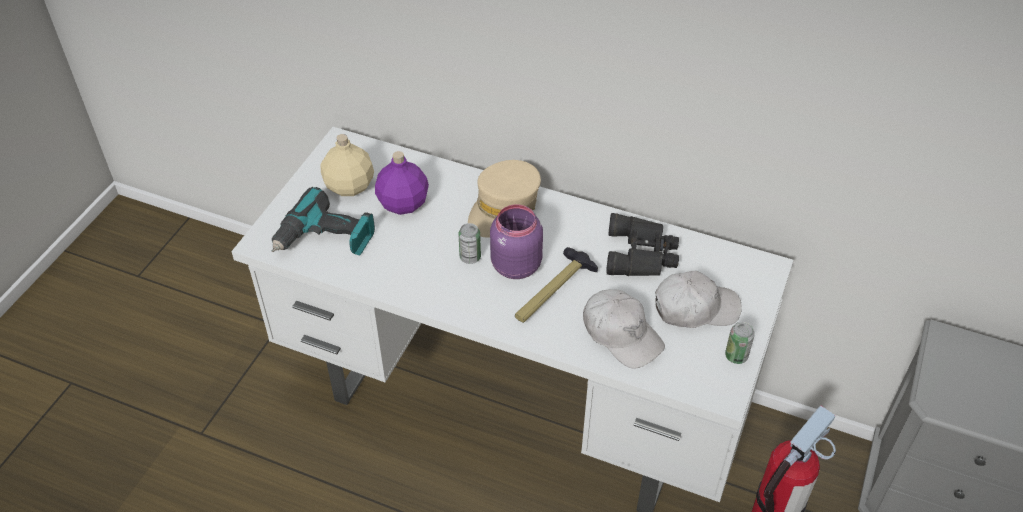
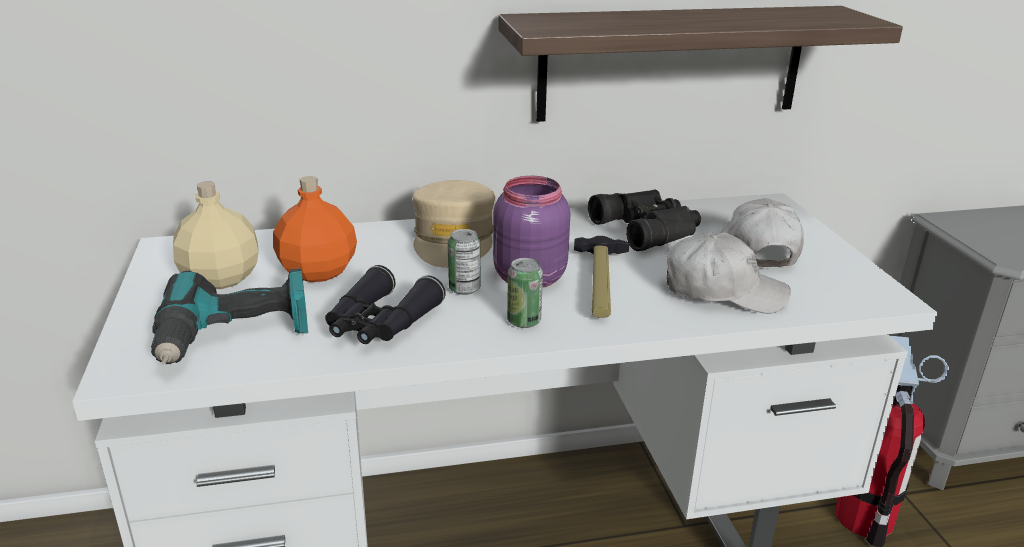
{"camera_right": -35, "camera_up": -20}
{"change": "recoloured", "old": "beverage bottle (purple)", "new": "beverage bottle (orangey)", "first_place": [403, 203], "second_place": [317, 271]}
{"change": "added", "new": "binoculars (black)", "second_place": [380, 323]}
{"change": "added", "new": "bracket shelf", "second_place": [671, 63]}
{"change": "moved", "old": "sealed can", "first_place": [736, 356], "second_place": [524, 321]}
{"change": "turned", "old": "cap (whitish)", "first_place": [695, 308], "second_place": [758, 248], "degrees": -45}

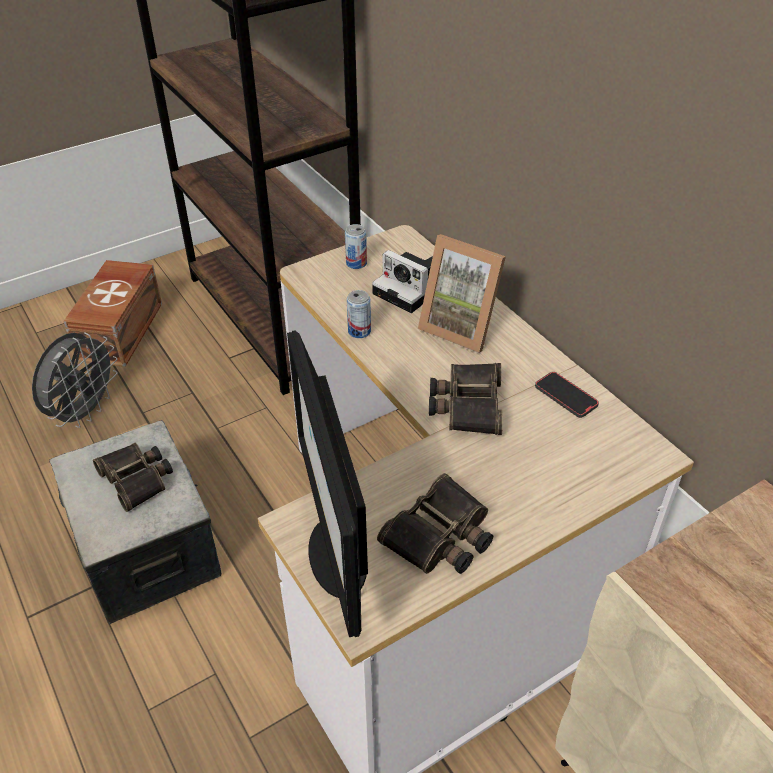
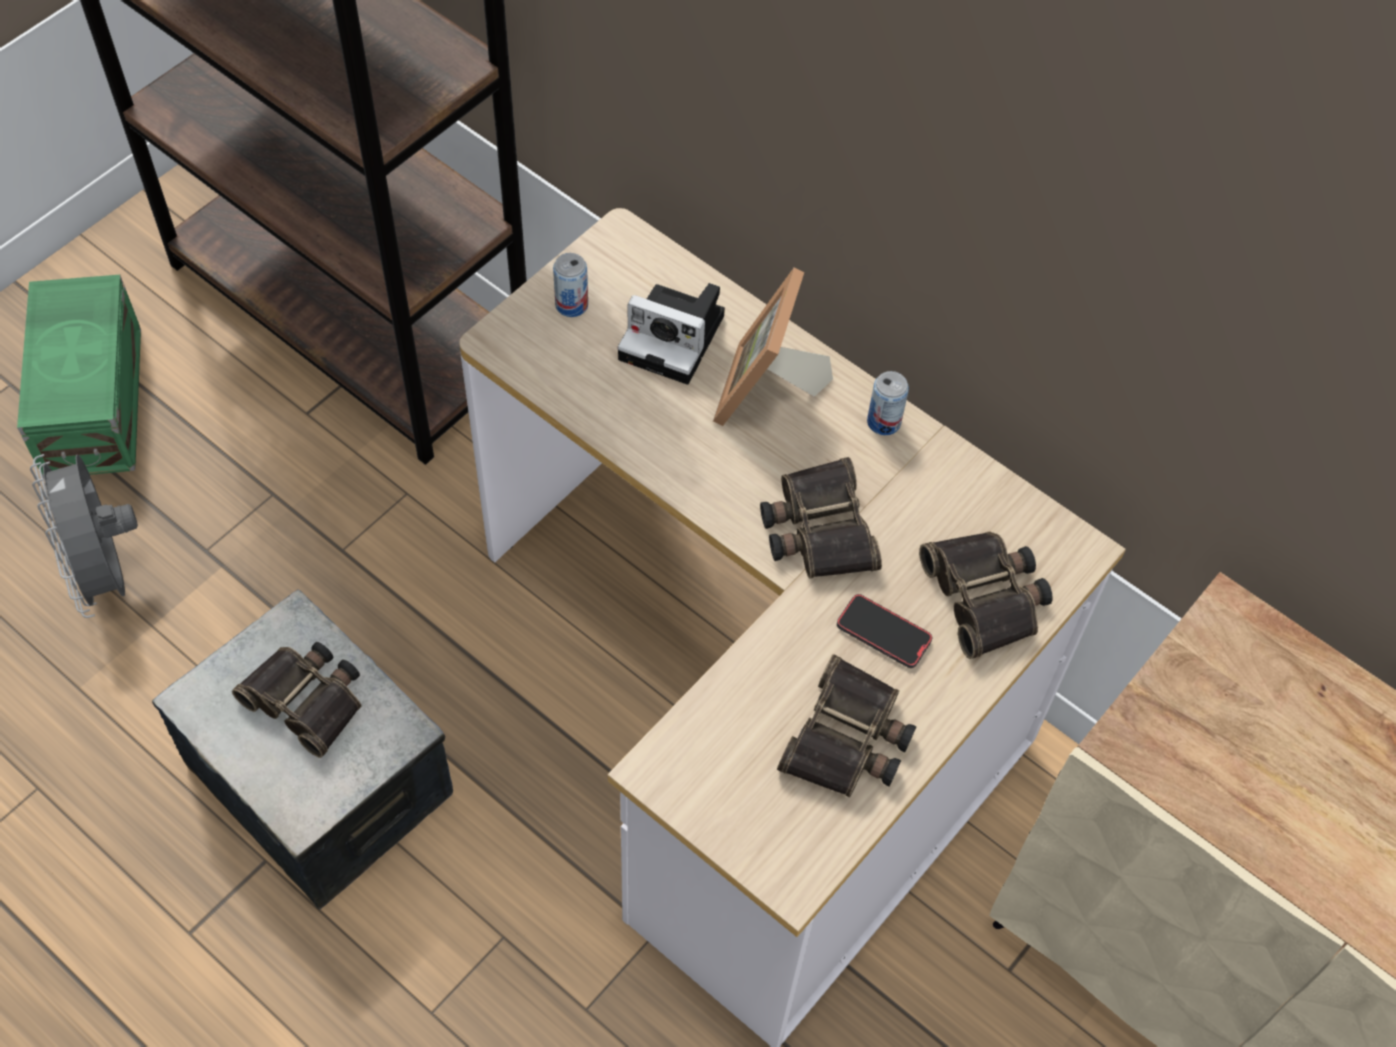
{"camera_right": -20, "camera_up": 15}
{"change": "recoloured", "old": "storage container (brown)", "new": "storage container (green)", "first_place": [123, 330], "second_place": [96, 399]}
{"change": "turned", "old": "fan (greyish)", "first_place": [84, 412], "second_place": [107, 572], "degrees": 150}
{"change": "turned", "old": "picture frame", "first_place": [461, 326], "second_place": [767, 393], "degrees": 90}
{"change": "moved", "old": "phone", "first_place": [565, 396], "second_place": [883, 633]}
{"change": "moved", "old": "sealed can", "first_place": [359, 331], "second_place": [883, 422]}
{"change": "added", "new": "binoculars", "second_place": [987, 597]}
{"change": "removed", "old": "monitor", "first_place": [336, 556]}

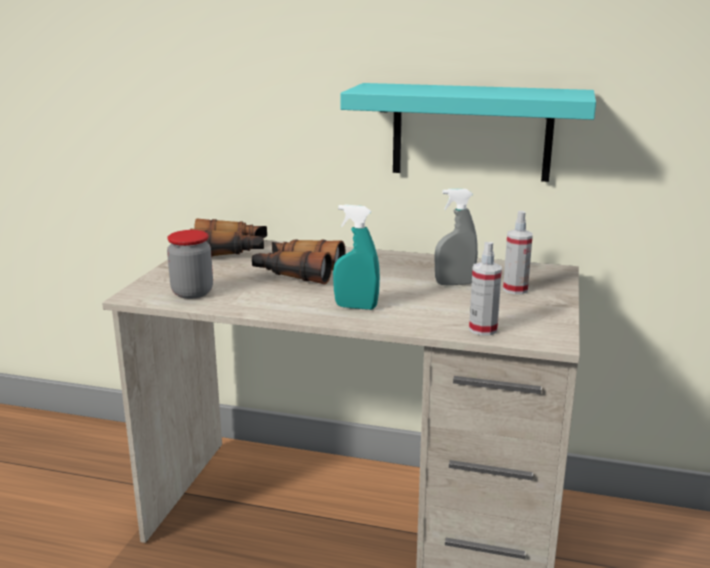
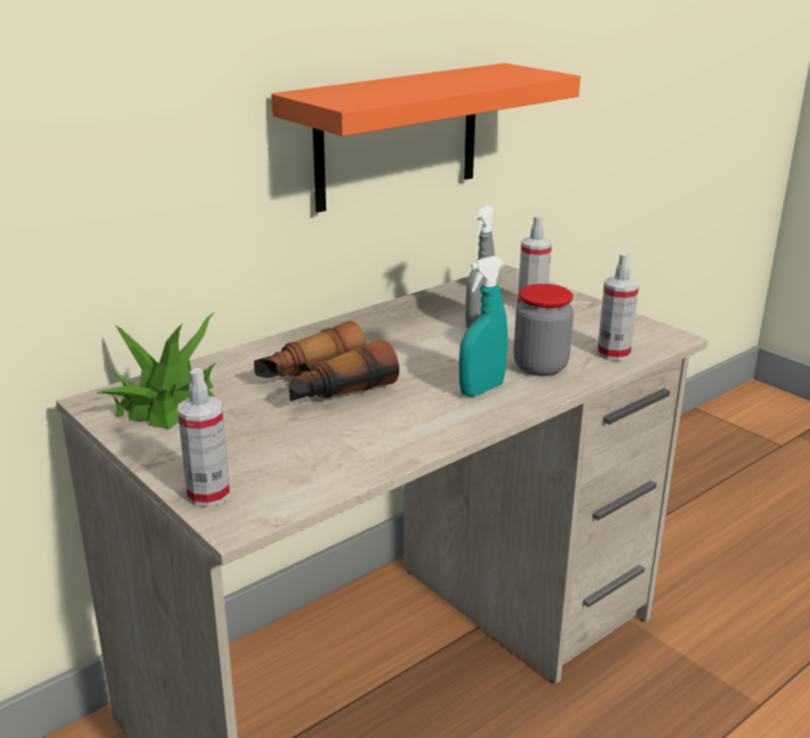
{"camera_right": -55, "camera_up": 5}
{"change": "replaced", "old": "binoculars", "new": "plant in a pot", "first_place": [230, 251], "second_place": [168, 402]}
{"change": "added", "new": "spray bottle", "second_place": [208, 495]}
{"change": "recoloured", "old": "bracket shelf (turquoise)", "new": "bracket shelf (orangey)", "first_place": [471, 132], "second_place": [397, 136]}
{"change": "moved", "old": "jar", "first_place": [192, 293], "second_place": [540, 367]}

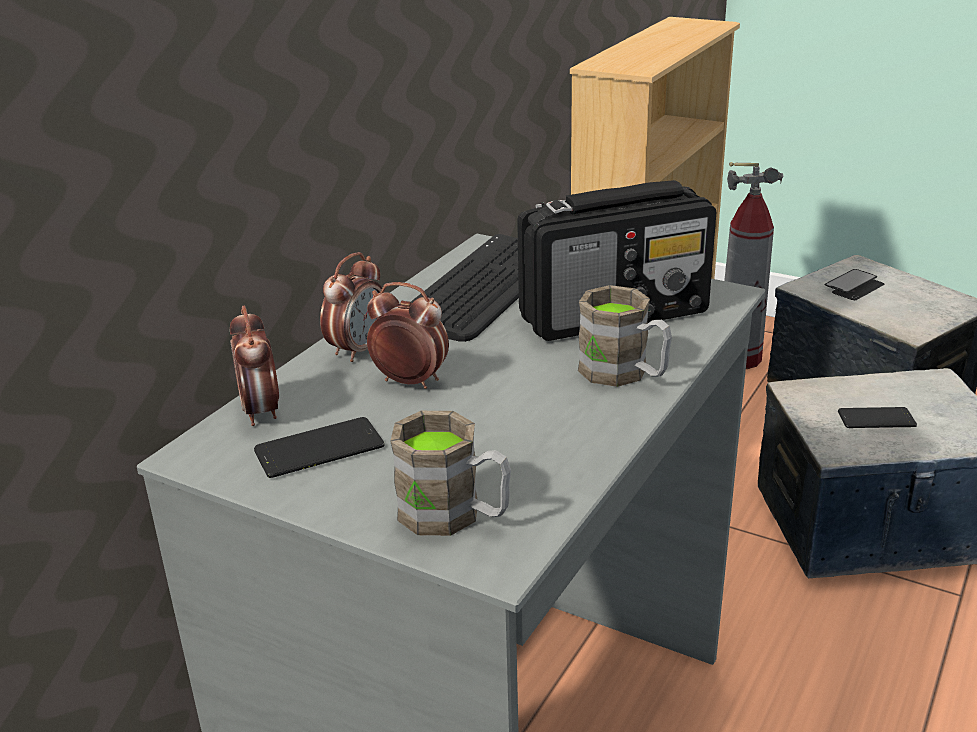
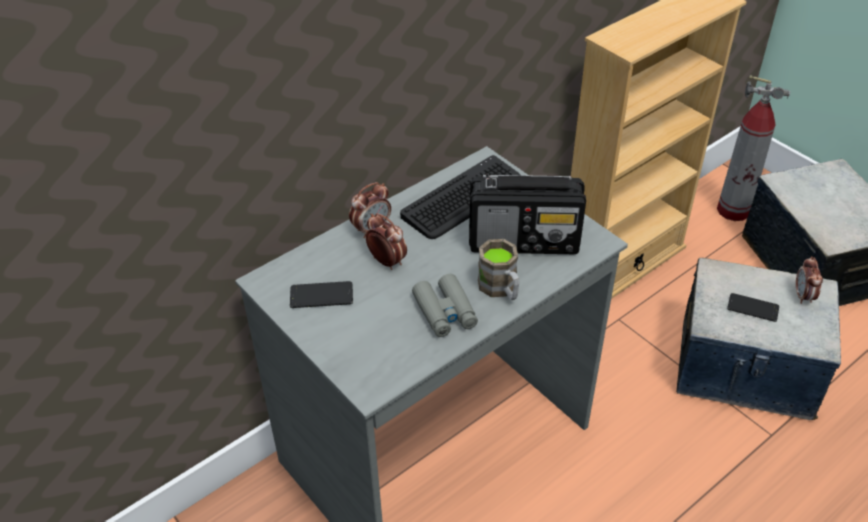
{"camera_right": 20, "camera_up": 15}
{"change": "added", "new": "binoculars (greyish)", "second_place": [445, 312]}
{"change": "moved", "old": "alarm clock", "first_place": [261, 412], "second_place": [803, 296]}
{"change": "removed", "old": "tea mug (brown)", "first_place": [455, 515]}
{"change": "removed", "old": "phone", "first_place": [854, 286]}

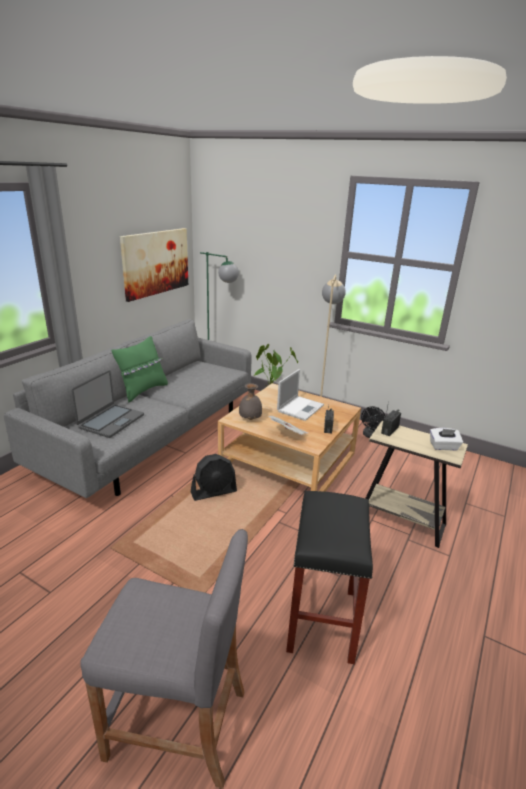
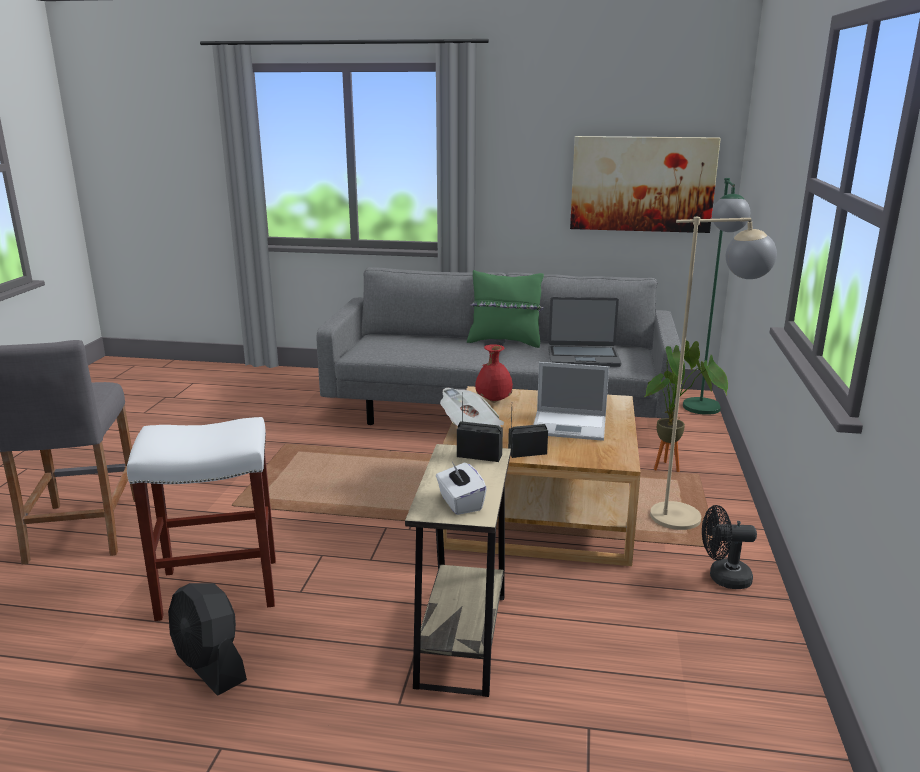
{"camera_right": 70, "camera_up": -5}
{"change": "recoloured", "old": "stool (black)", "new": "stool (whitish)", "first_place": [321, 618], "second_place": [220, 587]}
{"change": "moved", "old": "fan (black)", "first_place": [214, 492], "second_place": [210, 666]}
{"change": "recoloured", "old": "vase (greyish)", "new": "vase (red-coloured)", "first_place": [249, 418], "second_place": [493, 401]}
{"change": "moved", "old": "notebook computer", "first_place": [111, 421], "second_place": [583, 357]}

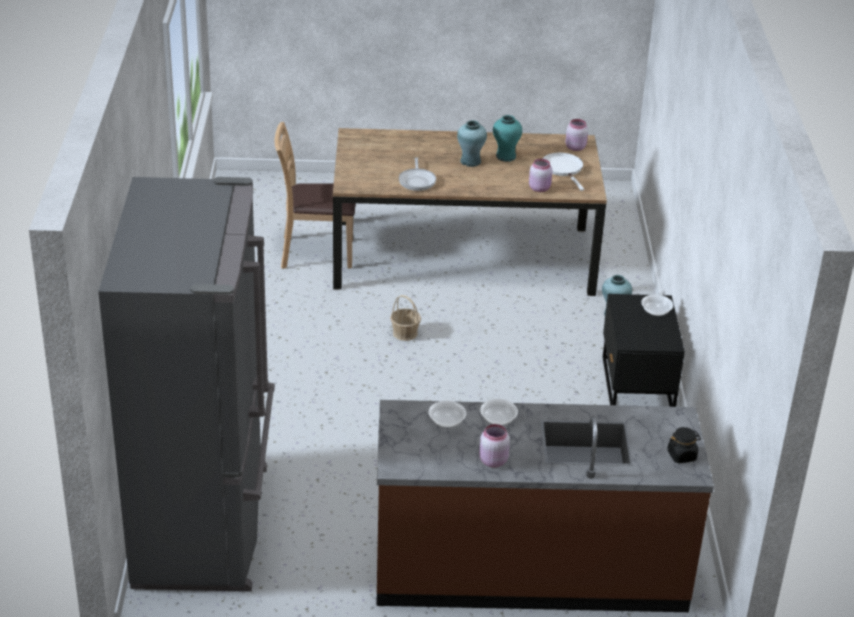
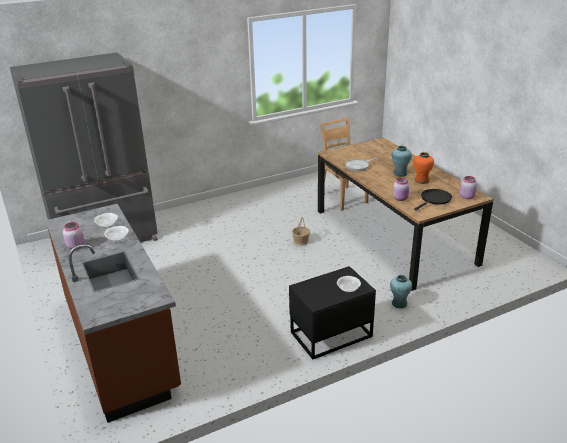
{"camera_right": 65, "camera_up": -5}
{"change": "recoloured", "old": "vase (turquoise)", "new": "vase (orangey)", "first_place": [505, 156], "second_place": [421, 181]}
{"change": "recoloured", "old": "pan (whitish)", "new": "pan (black)", "first_place": [563, 169], "second_place": [434, 199]}
{"change": "removed", "old": "jar (black)", "first_place": [682, 456]}

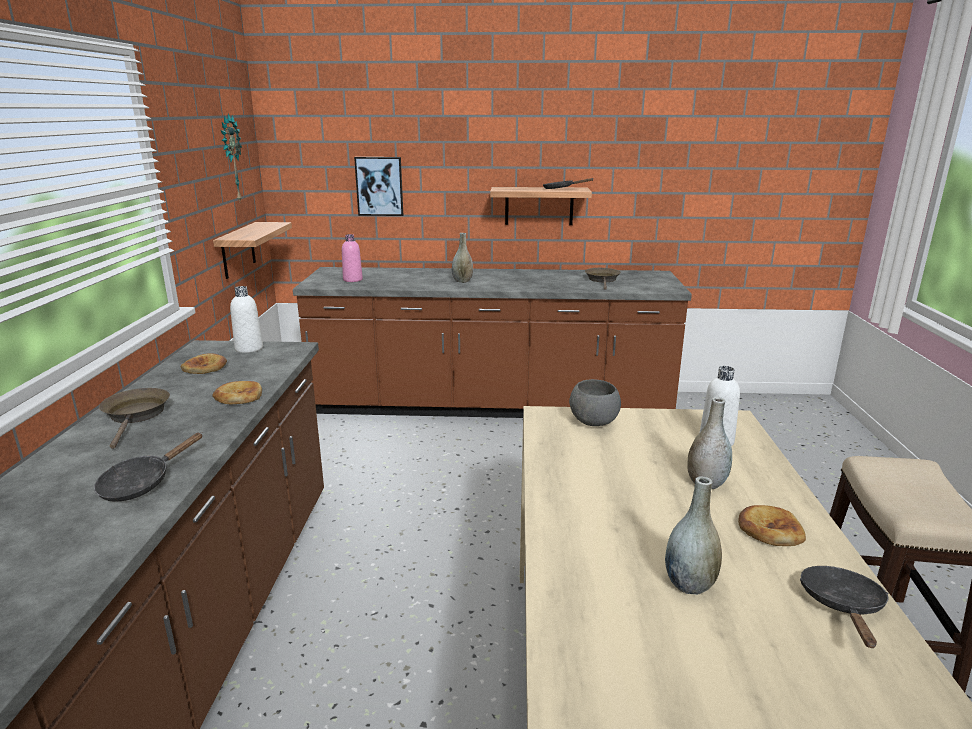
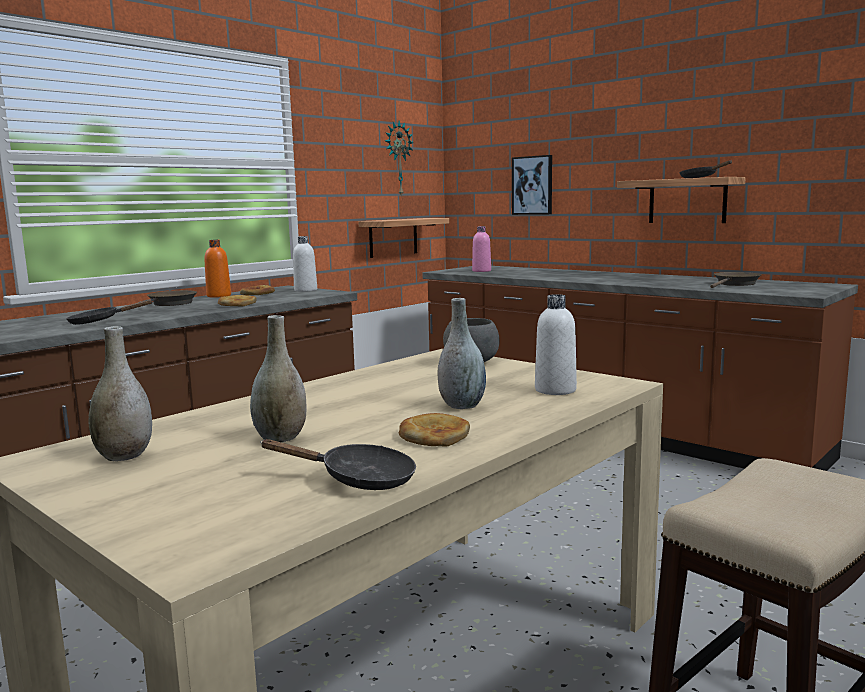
{"camera_right": 40, "camera_up": -10}
{"change": "moved", "old": "vase (greyish)", "first_place": [462, 281], "second_place": [124, 456]}
{"change": "added", "new": "beverage bottle (orangey)", "second_place": [219, 296]}
{"change": "turned", "old": "pan (black)", "first_place": [842, 606], "second_place": [358, 479], "degrees": 45}

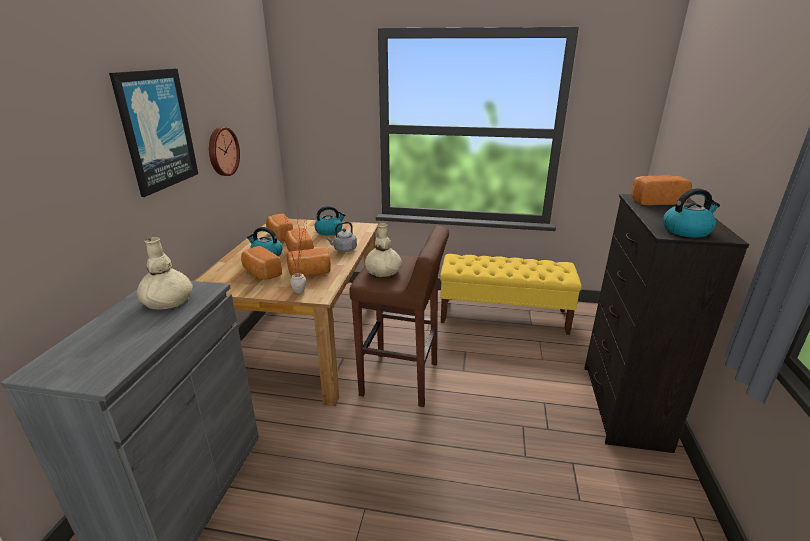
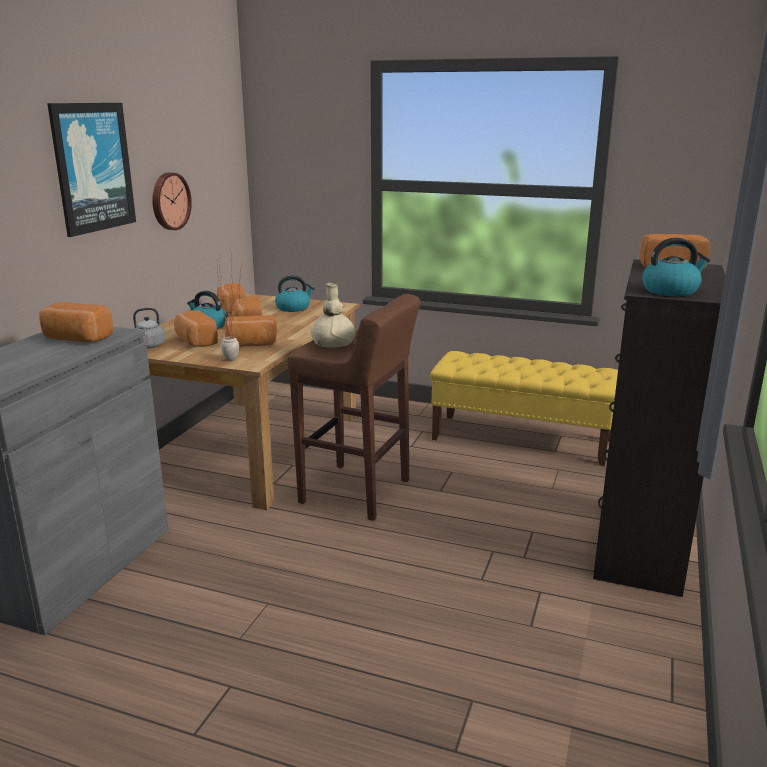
{"camera_right": 10, "camera_up": -5}
{"change": "replaced", "old": "vase (beige-coloured)", "new": "bakery bread", "first_place": [168, 301], "second_place": [76, 339]}
{"change": "moved", "old": "water kettle (greyish)", "first_place": [344, 249], "second_place": [147, 346]}

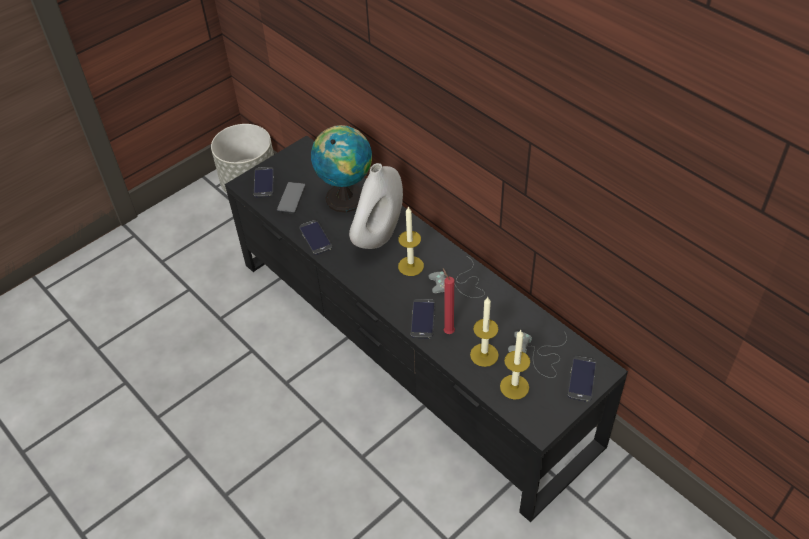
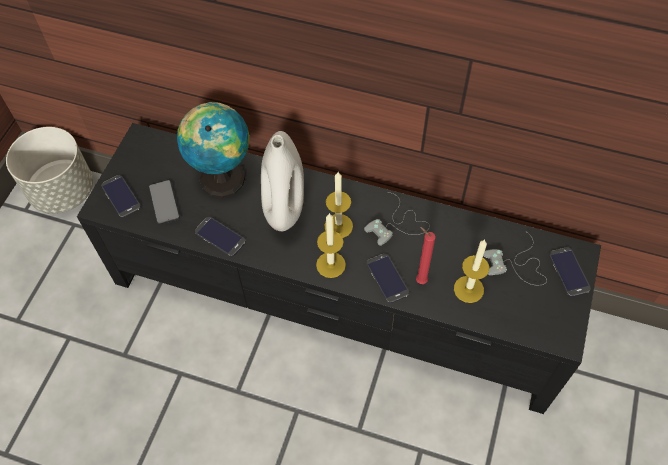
{"camera_right": -30, "camera_up": 10}
{"change": "moved", "old": "candle", "first_place": [514, 387], "second_place": [330, 264]}

